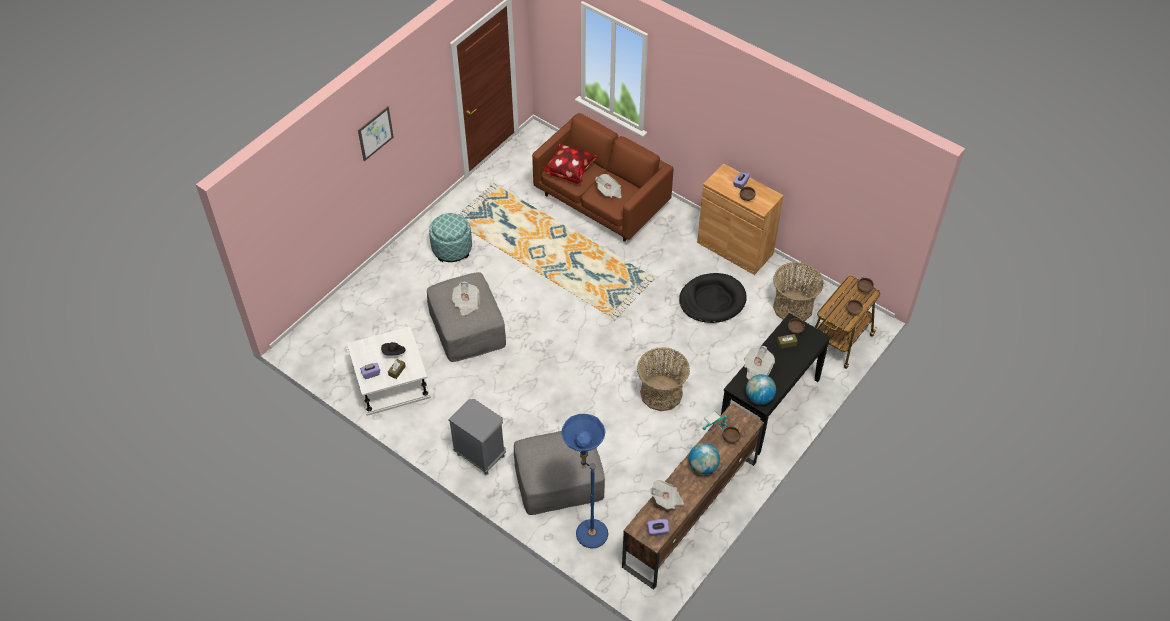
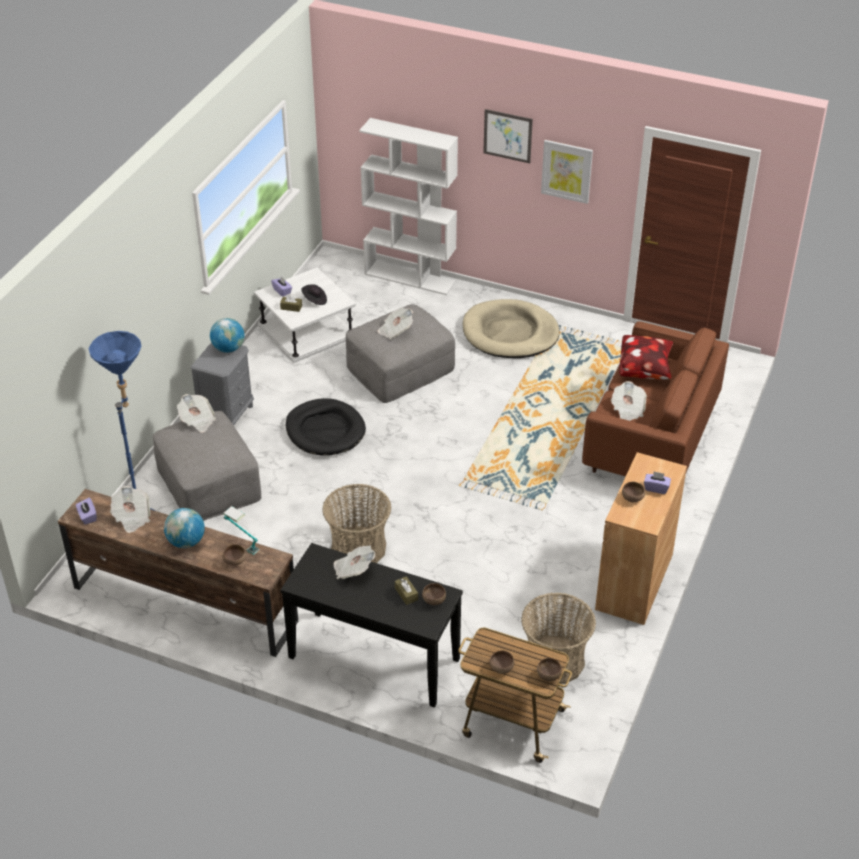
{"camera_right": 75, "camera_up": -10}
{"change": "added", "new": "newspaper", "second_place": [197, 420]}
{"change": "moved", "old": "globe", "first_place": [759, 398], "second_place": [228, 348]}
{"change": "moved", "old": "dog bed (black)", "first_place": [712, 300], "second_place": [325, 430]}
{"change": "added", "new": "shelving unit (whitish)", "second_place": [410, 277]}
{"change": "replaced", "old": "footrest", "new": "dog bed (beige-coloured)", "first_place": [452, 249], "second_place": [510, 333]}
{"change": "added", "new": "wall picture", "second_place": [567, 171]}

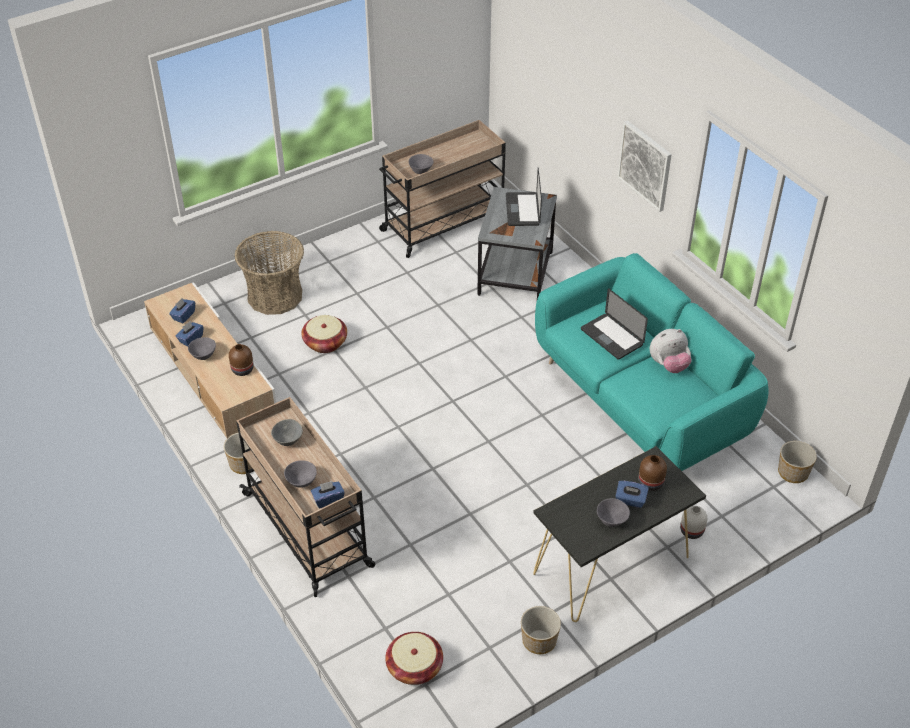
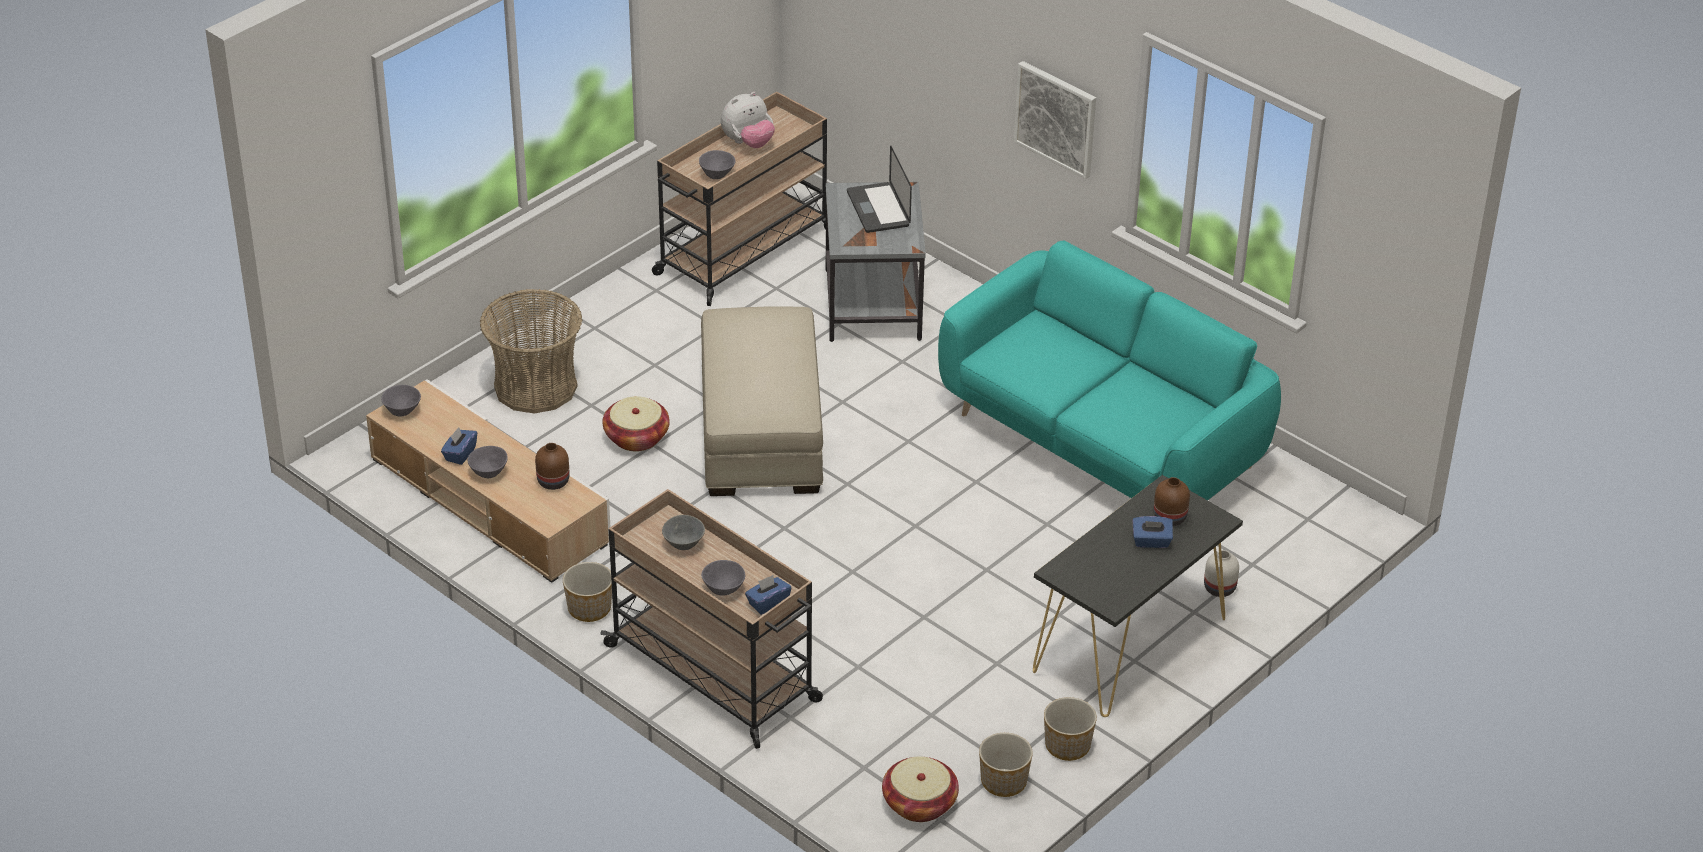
{"camera_right": -15, "camera_up": -5}
{"change": "moved", "old": "serving bowl (greyish)", "first_place": [612, 521], "second_place": [403, 411]}
{"change": "added", "new": "footrest (beige-coloured)", "second_place": [760, 430]}
{"change": "moved", "old": "soft toy", "first_place": [668, 365], "second_place": [748, 143]}
{"change": "moved", "old": "plant pot", "first_place": [792, 473], "second_place": [1003, 782]}
{"change": "removed", "old": "tissue holder (blue)", "first_place": [183, 316]}
{"change": "removed", "old": "notebook computer", "first_place": [611, 337]}

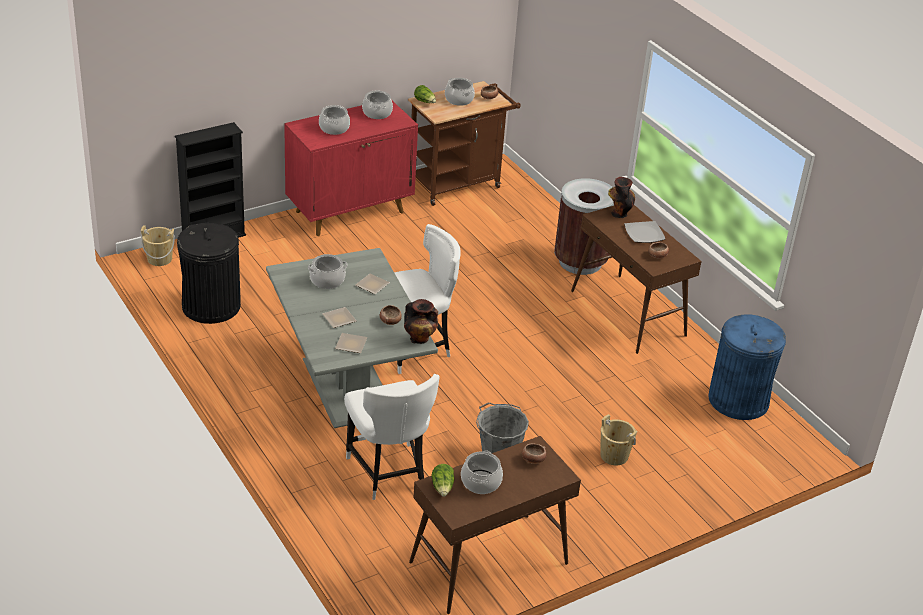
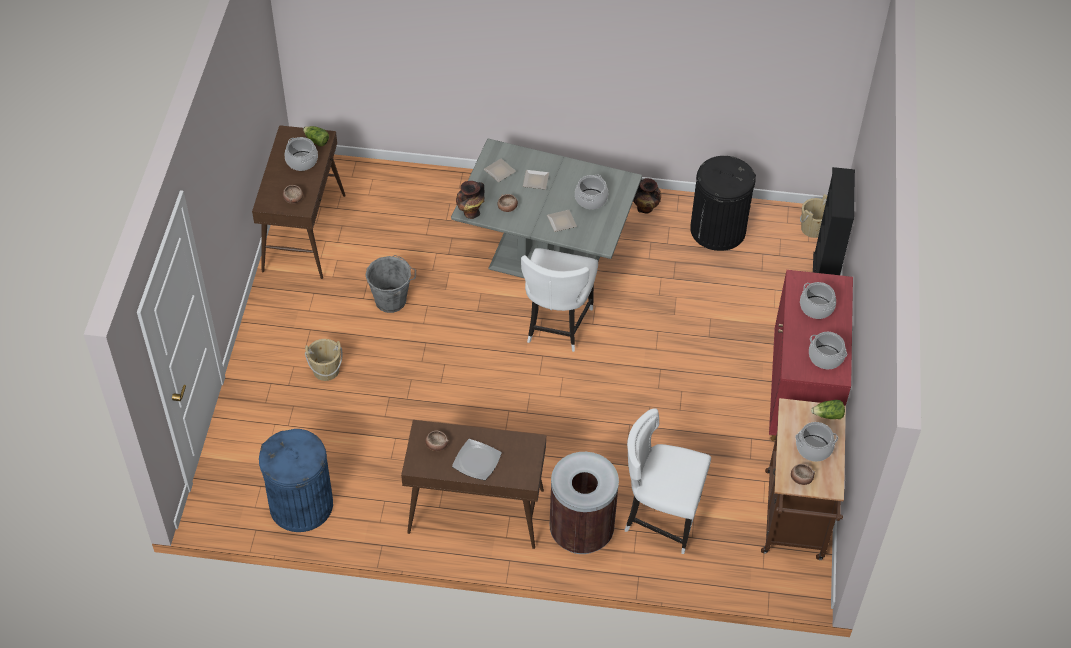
{"camera_right": 130, "camera_up": 15}
{"change": "moved", "old": "plain chair (whitish)", "first_place": [388, 473], "second_place": [660, 517]}
{"change": "moved", "old": "vase", "first_place": [618, 213], "second_place": [645, 208]}

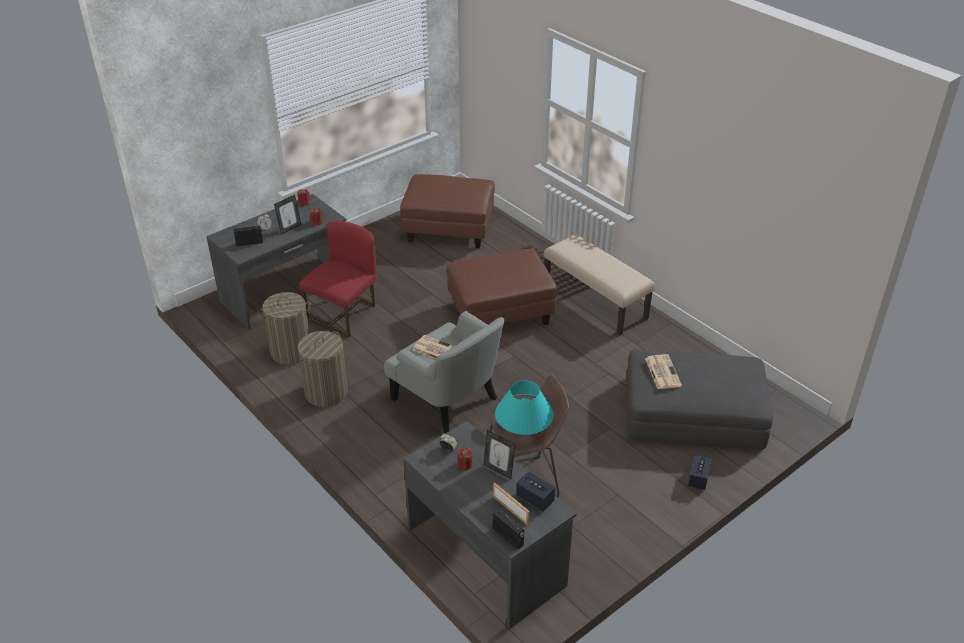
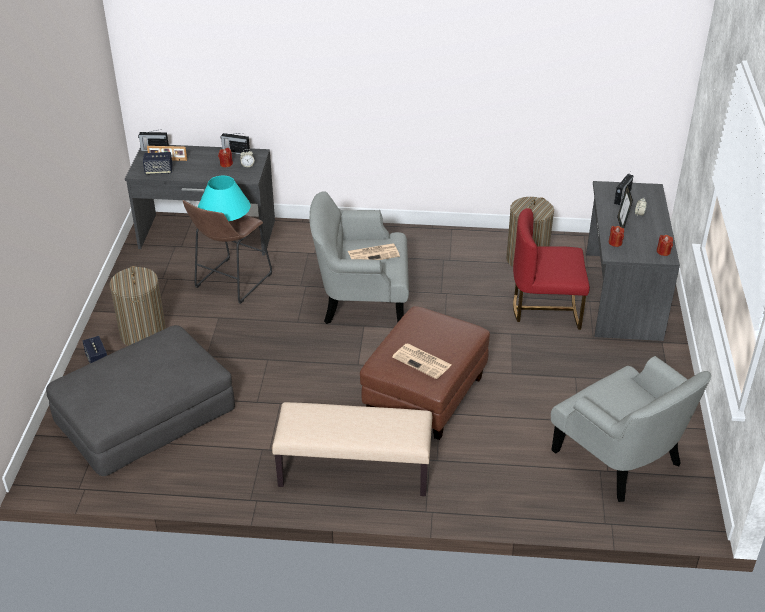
{"camera_right": 135, "camera_up": 0}
{"change": "moved", "old": "washing basket", "first_place": [326, 392], "second_place": [143, 334]}
{"change": "added", "new": "radio set", "second_place": [235, 152]}
{"change": "moved", "old": "newspaper", "first_place": [662, 372], "second_place": [423, 361]}
{"change": "turned", "old": "plain chair (red-coloured)", "first_place": [344, 313], "second_place": [546, 309], "degrees": 105}
{"change": "replaced", "old": "footrest (brown)", "new": "easy chair (greyish)", "first_place": [449, 230], "second_place": [620, 457]}
{"change": "removed", "old": "picture frame", "first_place": [498, 470]}

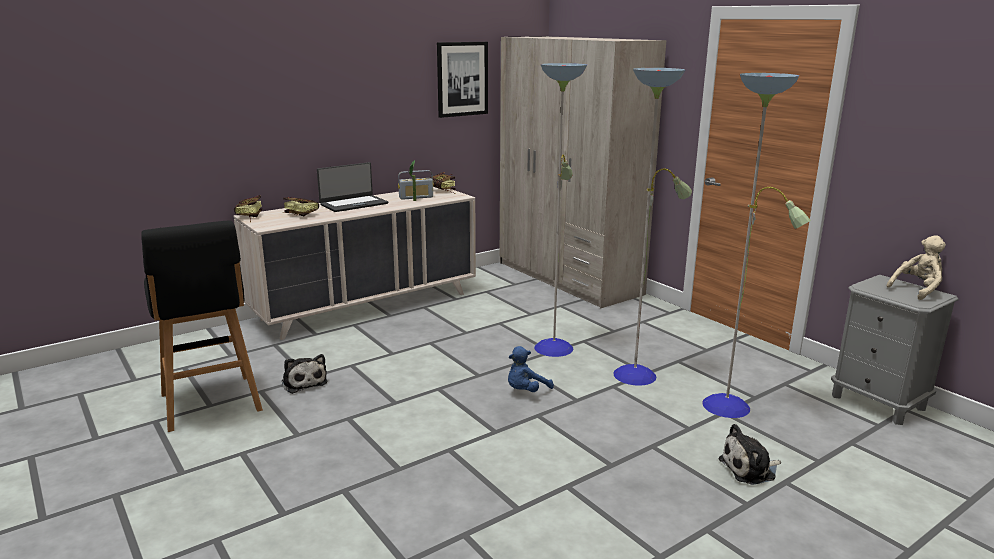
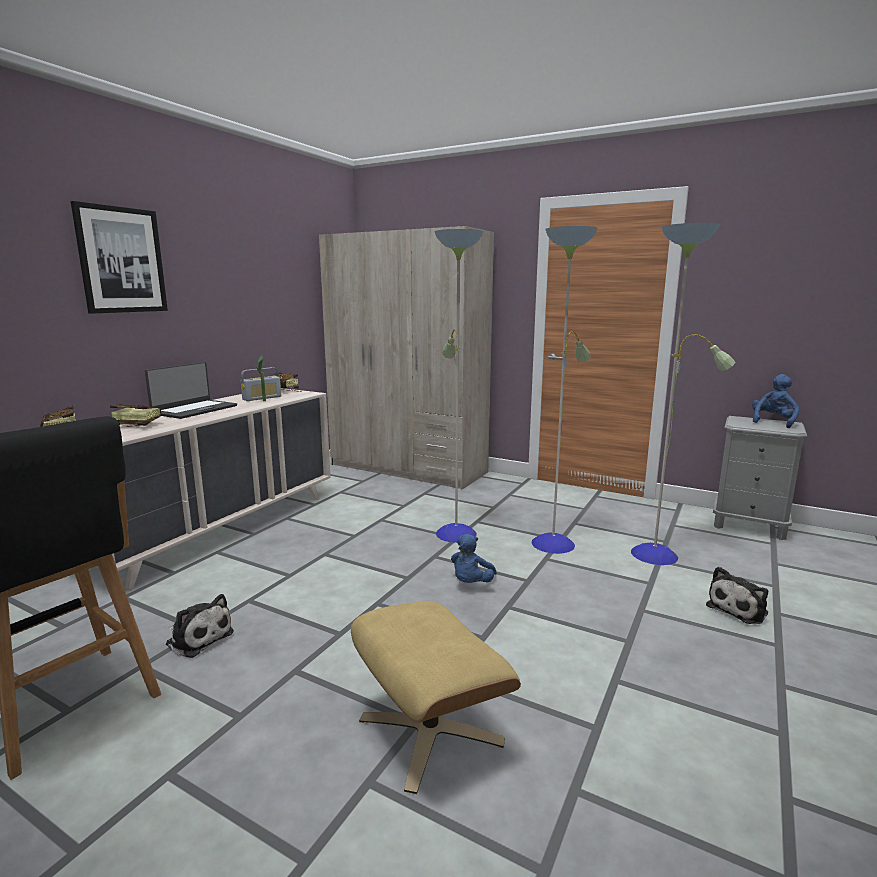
{"camera_right": -25, "camera_up": -5}
{"change": "moved", "old": "wall picture", "first_place": [462, 79], "second_place": [121, 260]}
{"change": "added", "new": "footrest (beige-coloured)", "second_place": [429, 730]}
{"change": "recoloured", "old": "soft toy (beige-coloured)", "new": "soft toy (blue)", "first_place": [917, 290], "second_place": [773, 422]}

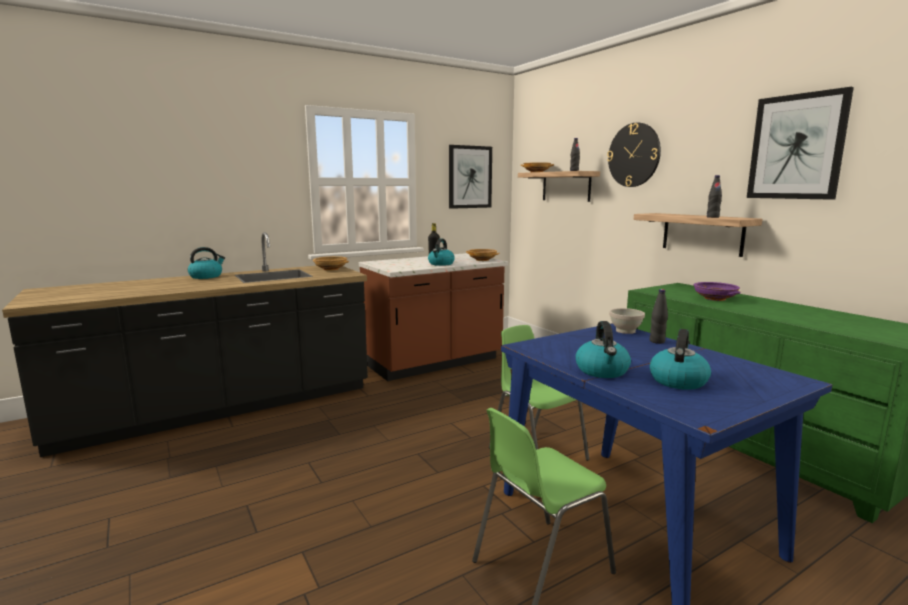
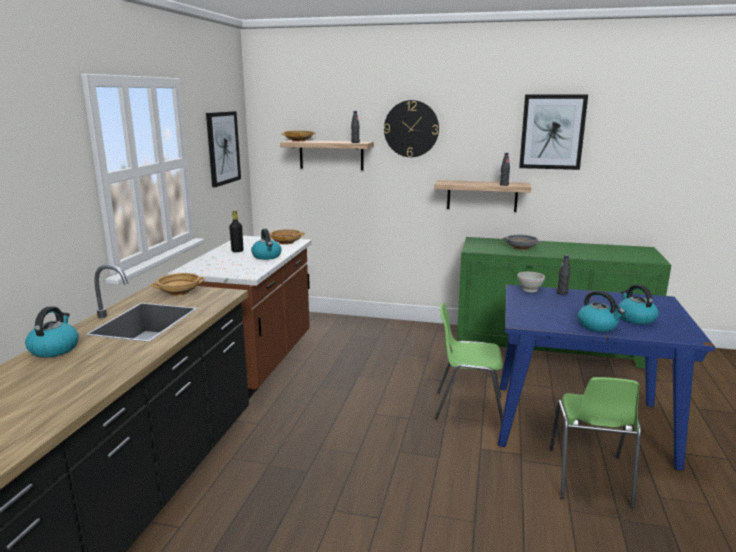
{"camera_right": -45, "camera_up": 5}
{"change": "recoloured", "old": "serving bowl (purple)", "new": "serving bowl (greyish)", "first_place": [714, 298], "second_place": [521, 248]}

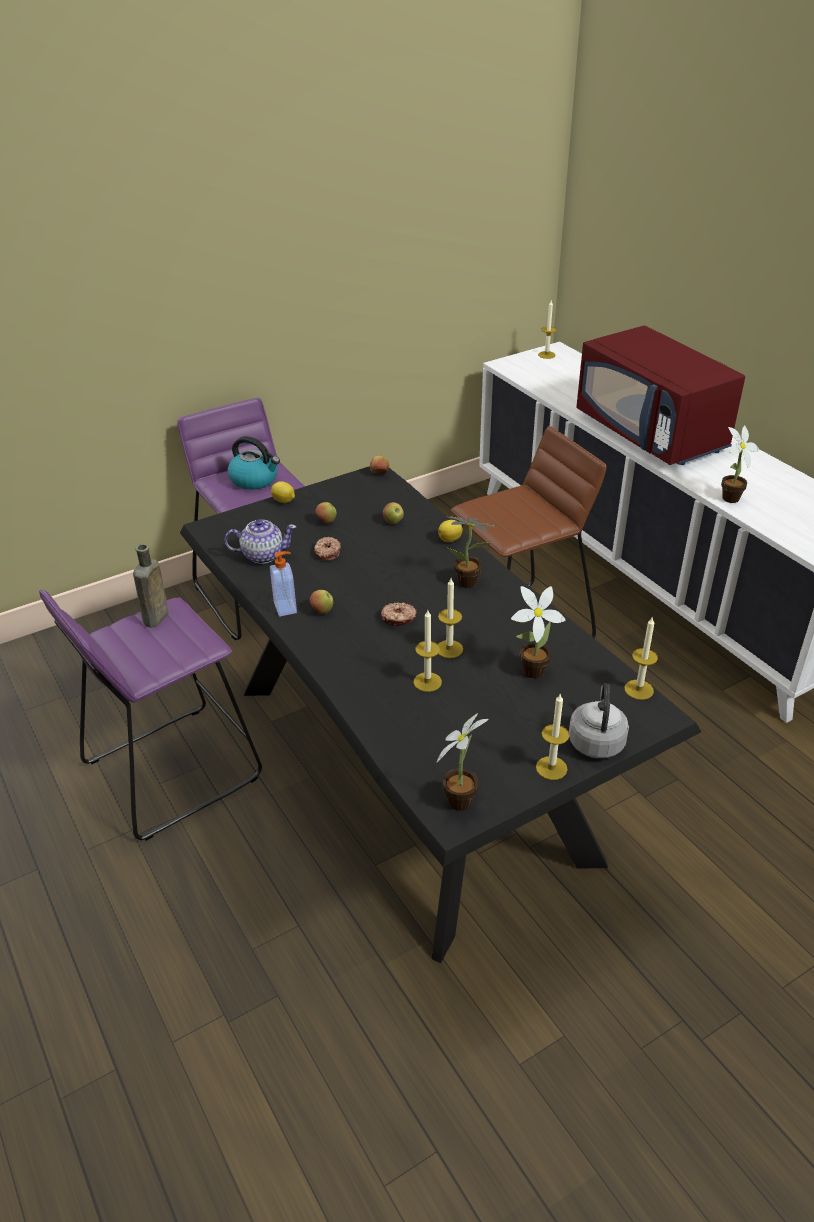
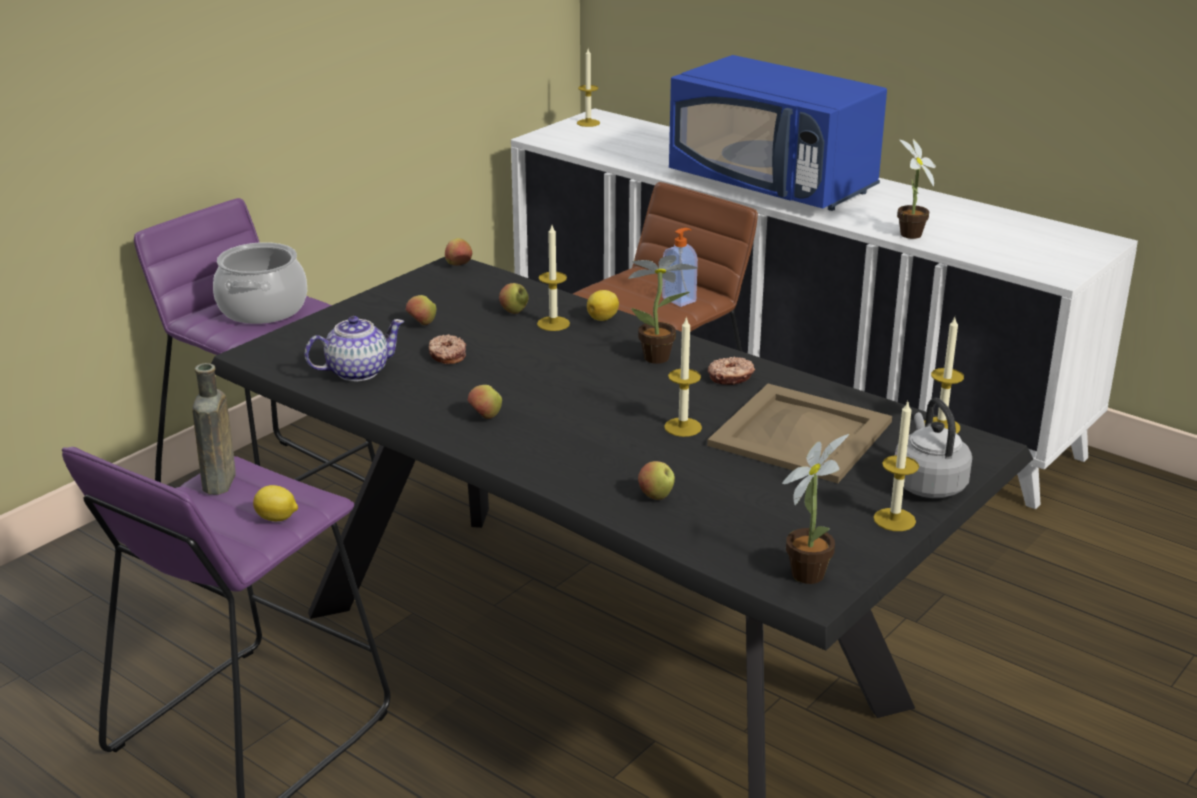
{"camera_right": -20, "camera_up": -10}
{"change": "replaced", "old": "water kettle", "new": "stockpot", "first_place": [255, 480], "second_place": [262, 309]}
{"change": "moved", "old": "citrus fruit", "first_place": [284, 501], "second_place": [277, 518]}
{"change": "moved", "old": "candle", "first_place": [427, 682], "second_place": [553, 323]}
{"change": "added", "new": "apple", "second_place": [656, 496]}
{"change": "moved", "old": "soap dispenser", "first_place": [286, 607], "second_place": [680, 299]}
{"change": "recoloured", "old": "microwave oven (red-coloured)", "new": "microwave oven (blue)", "first_place": [651, 433], "second_place": [774, 185]}
{"change": "replaced", "old": "plant in a pot", "new": "carrying tray (beige-coloured)", "first_place": [529, 672], "second_place": [800, 433]}
{"change": "moved", "old": "donut", "first_place": [398, 618], "second_place": [731, 377]}

